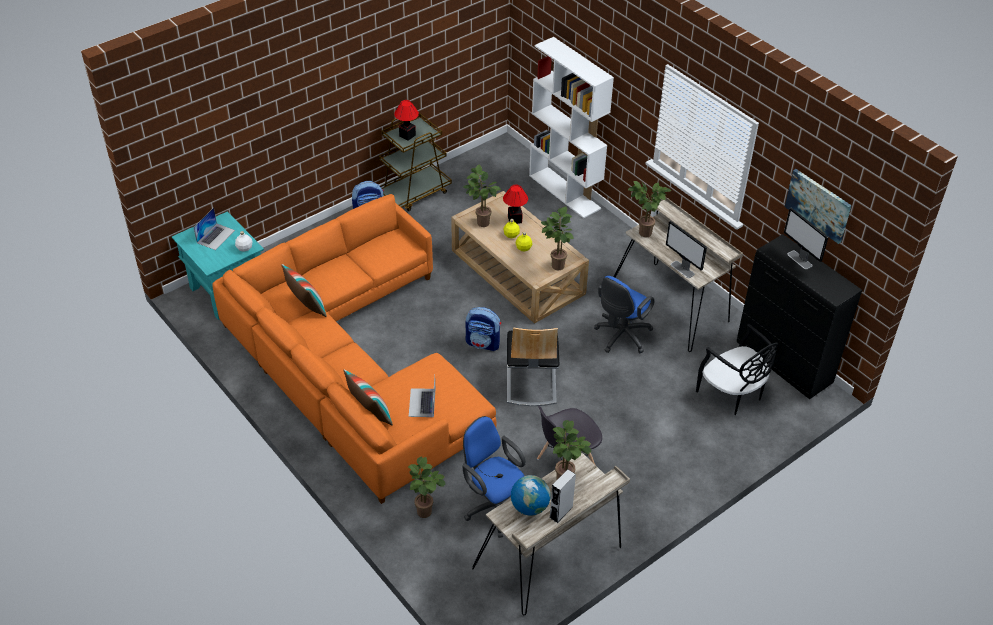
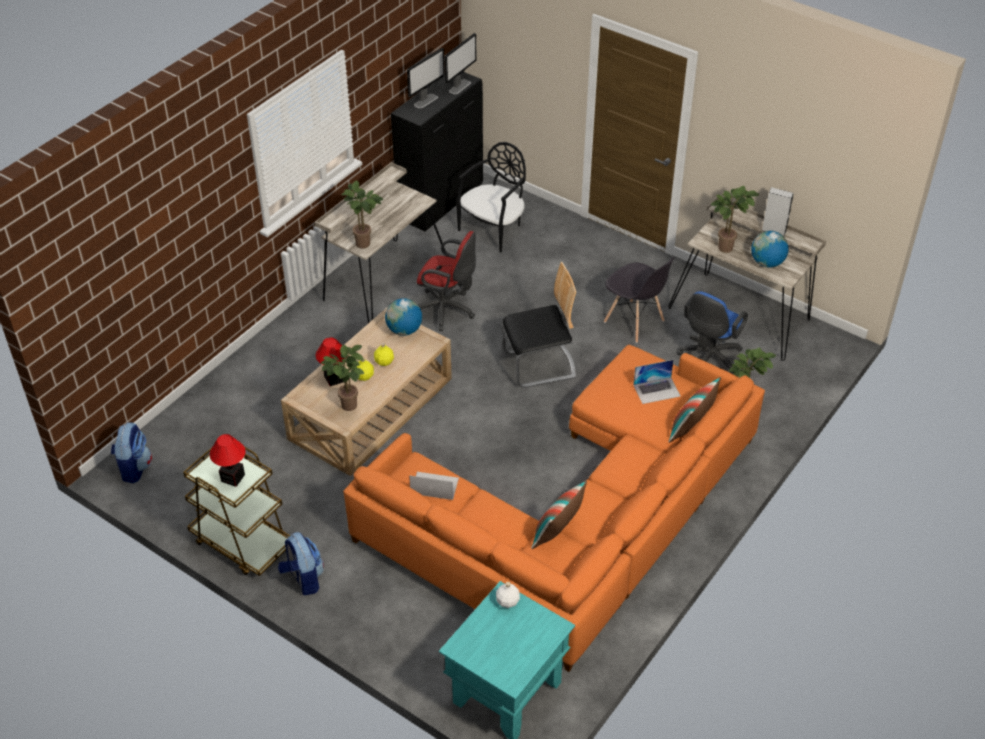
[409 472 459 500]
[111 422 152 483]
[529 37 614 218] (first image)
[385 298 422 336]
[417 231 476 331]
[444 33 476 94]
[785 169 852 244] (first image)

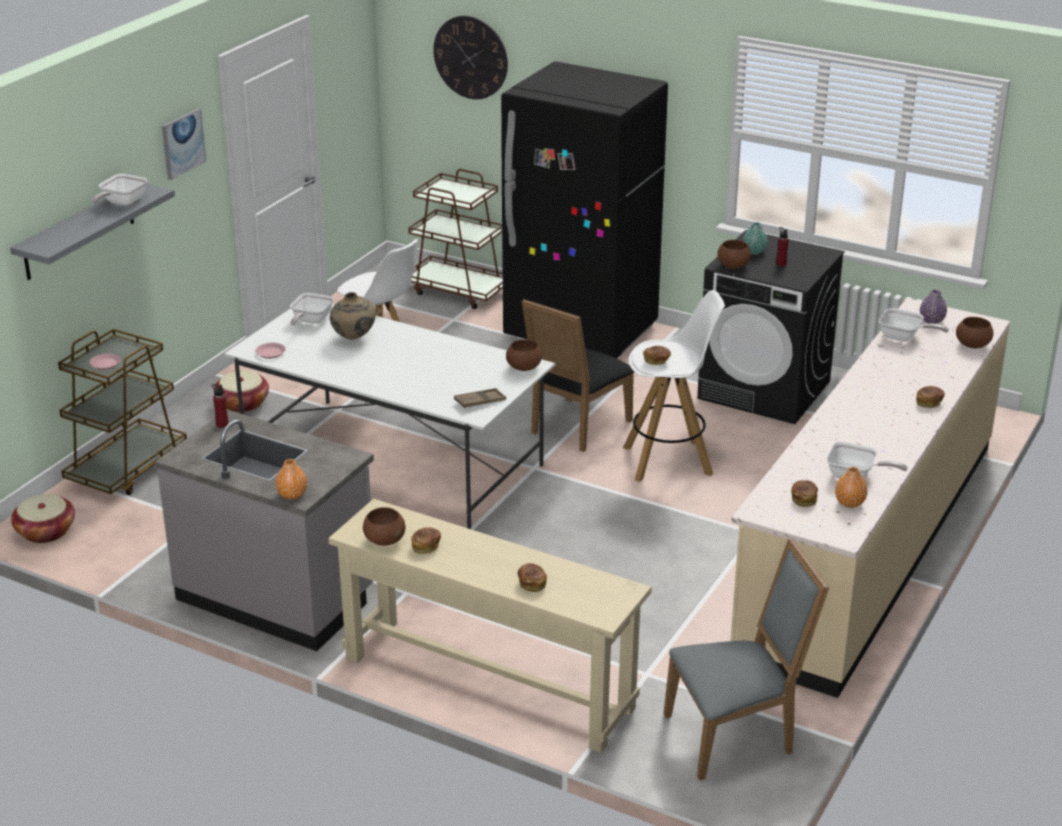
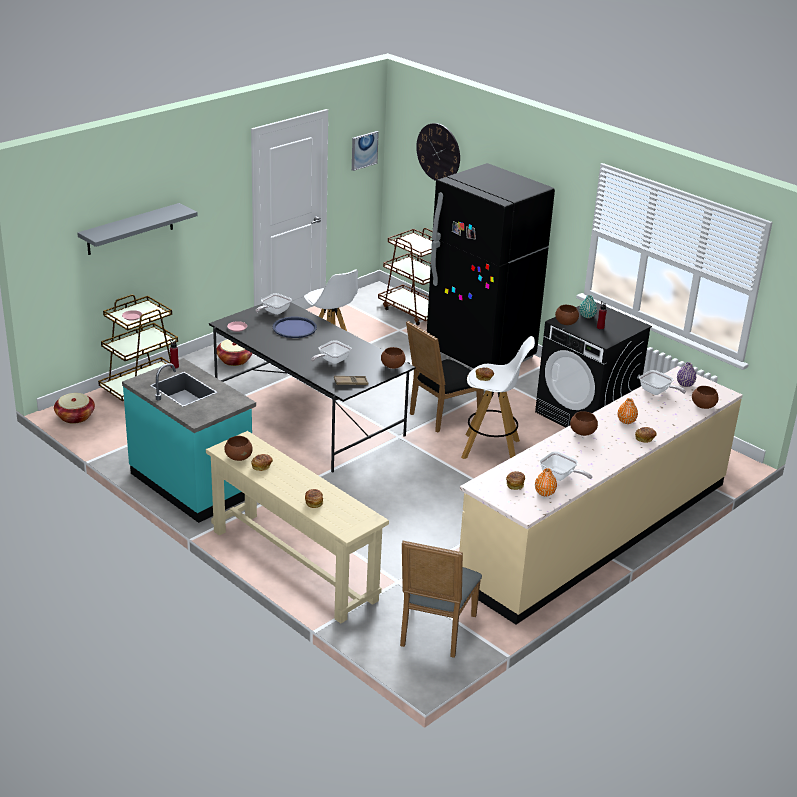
[311 340 351 364]
[122 358 256 523]
[352 131 379 171]
[209 302 416 472]
[618 398 638 424]
[273 317 317 338]
[400 540 482 658]
[570 411 598 436]

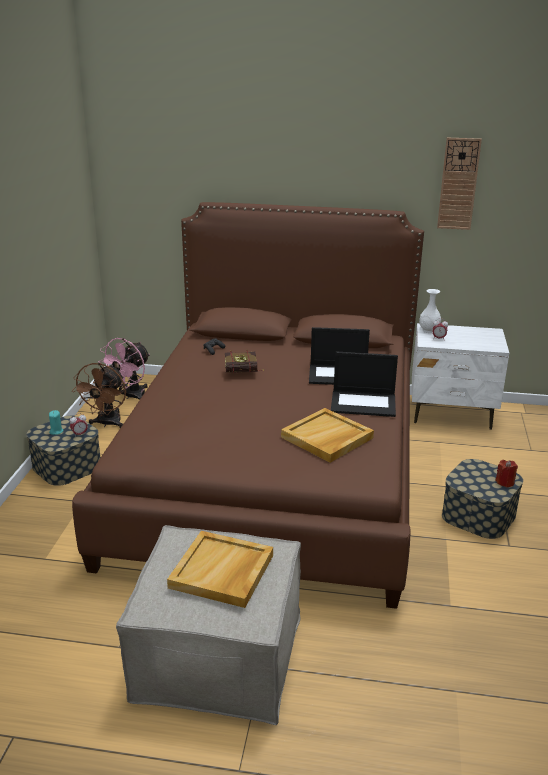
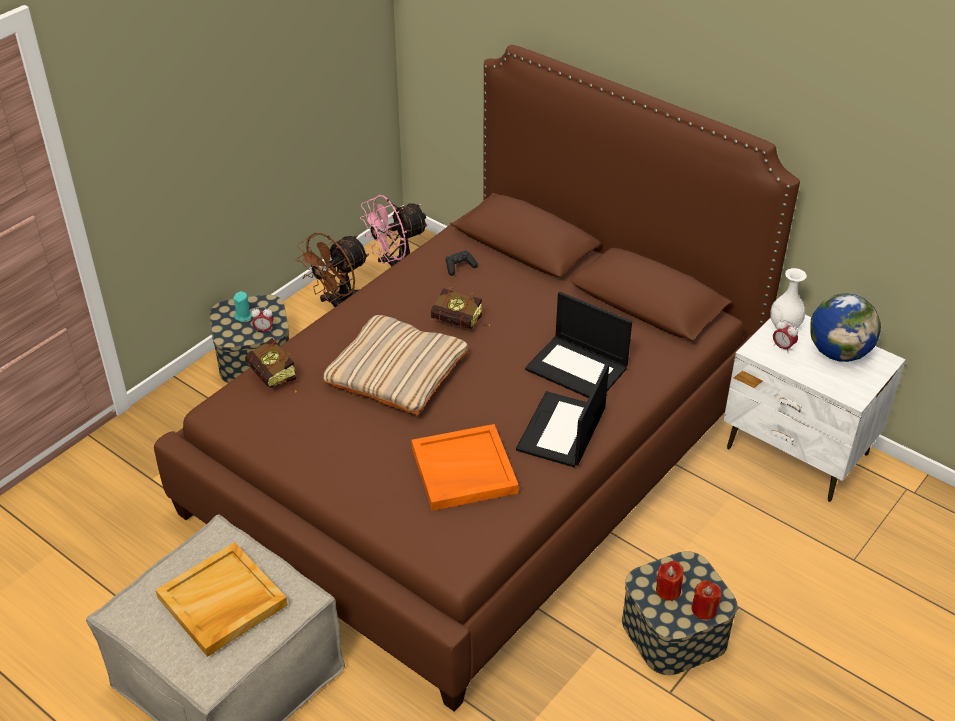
[411 424 519 511]
[516 363 609 467]
[437 138 482 230] (first image)
[245 338 297 393]
[323 315 468 416]
[656 561 683 601]
[810 293 881 362]

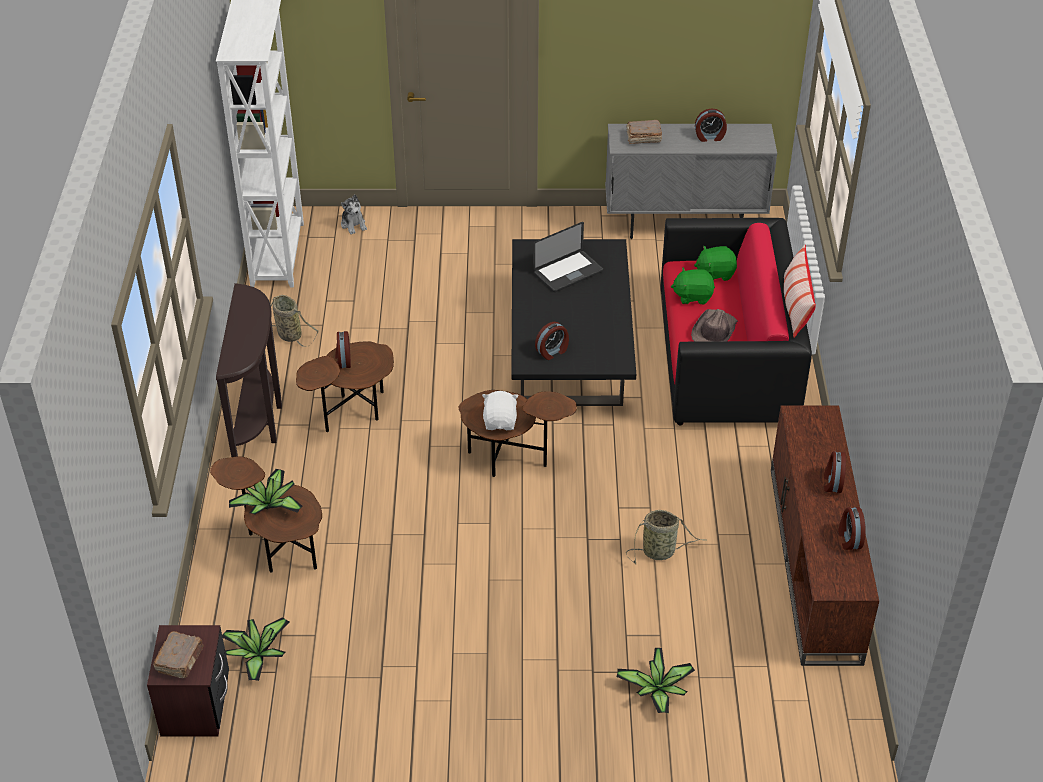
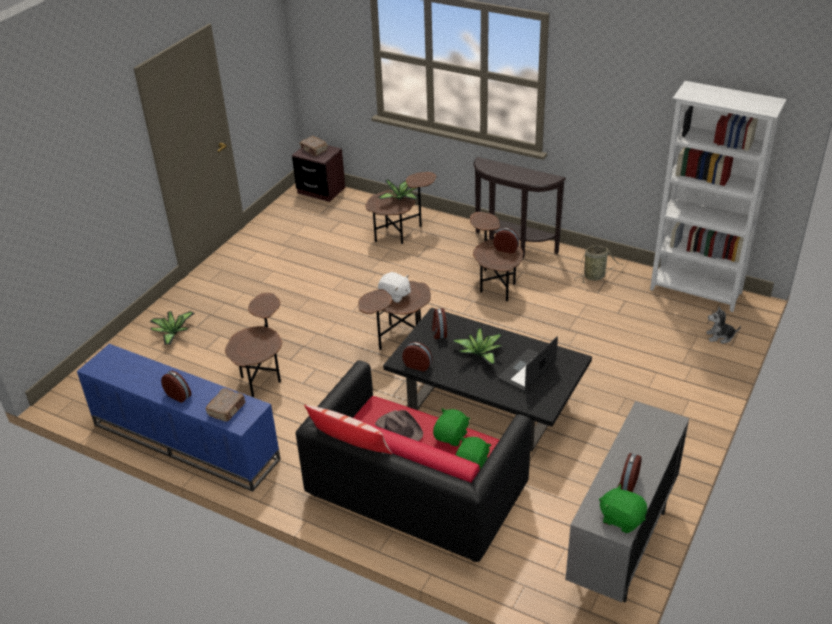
[451 328 503 365]
[498 337 558 392]
[225 293 282 397]
[205 388 246 422]
[77 344 281 492]
[402 342 433 372]
[599 484 647 533]

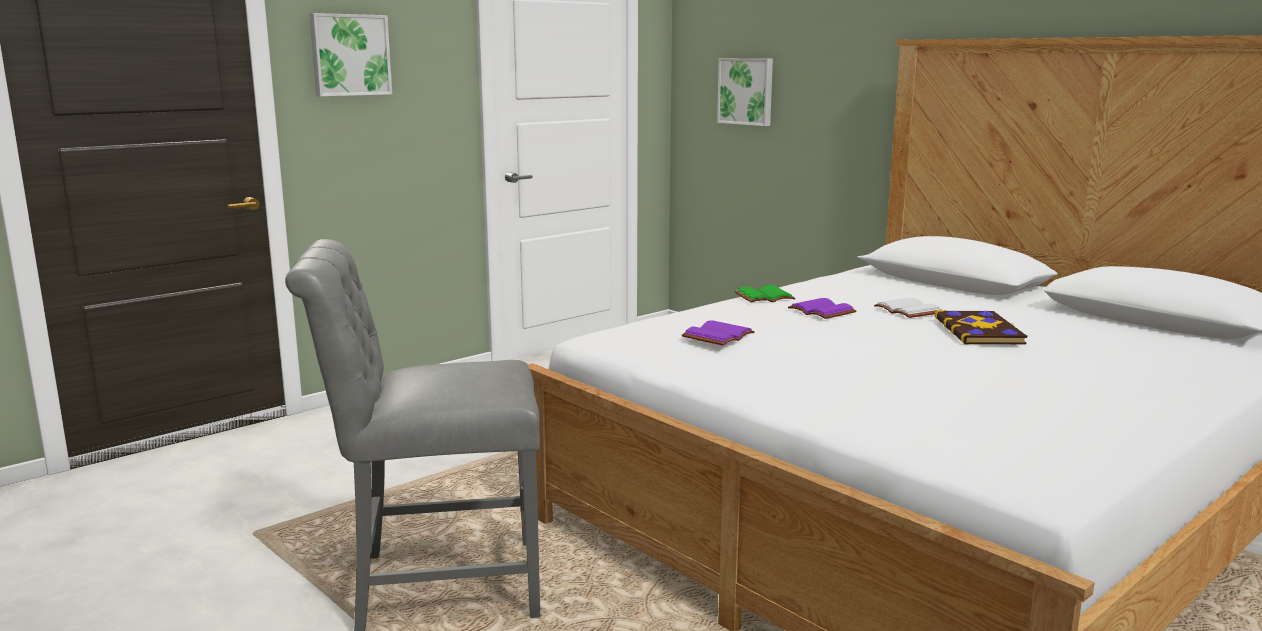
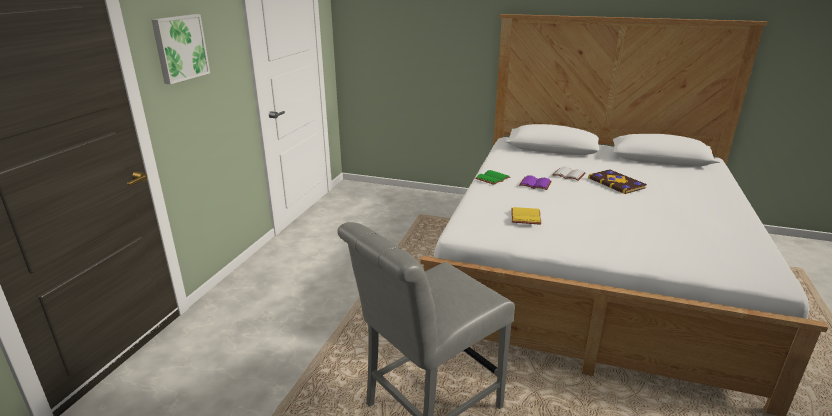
[511 207 541 225]
[717 58 773 126] (first image)

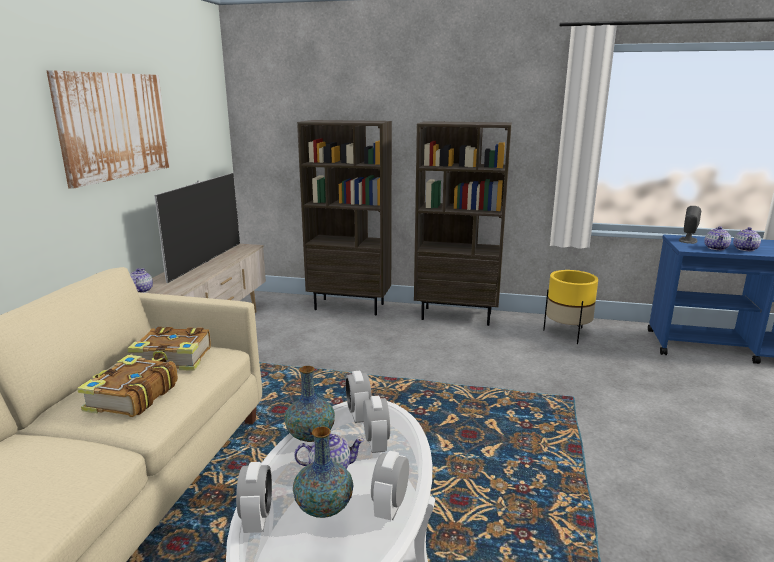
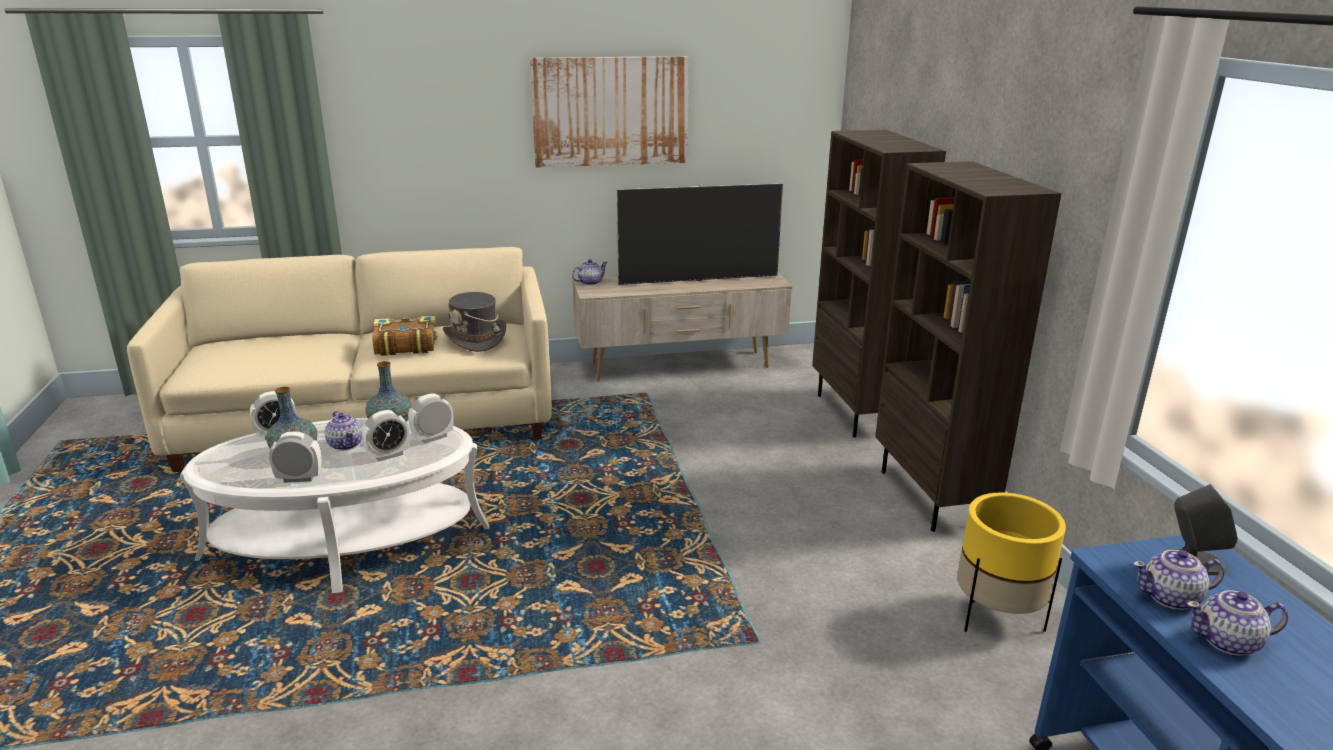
[443 292 506 352]

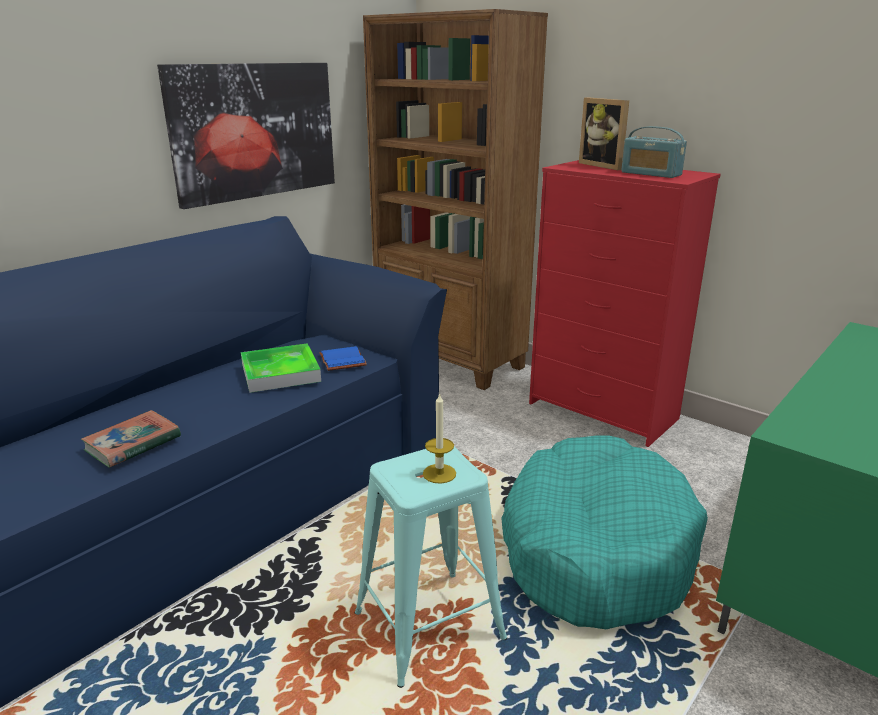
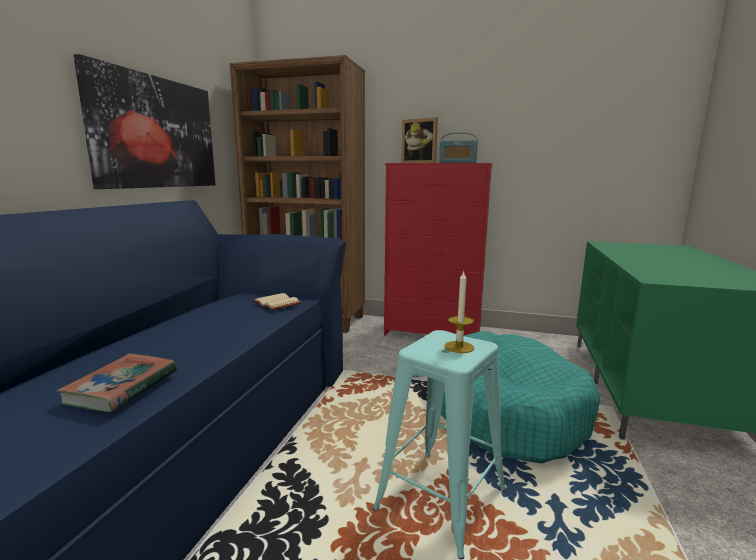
[241 343 321 393] (first image)
[253 293 301 310]

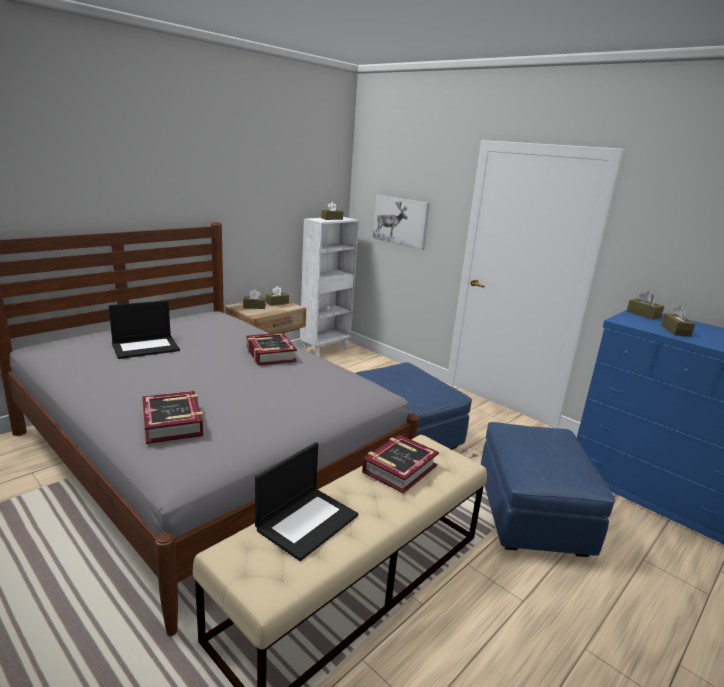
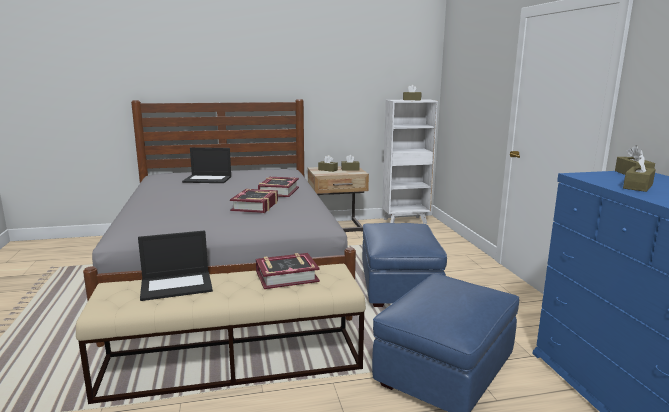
[230 189 278 213]
[373 195 430 250] (first image)

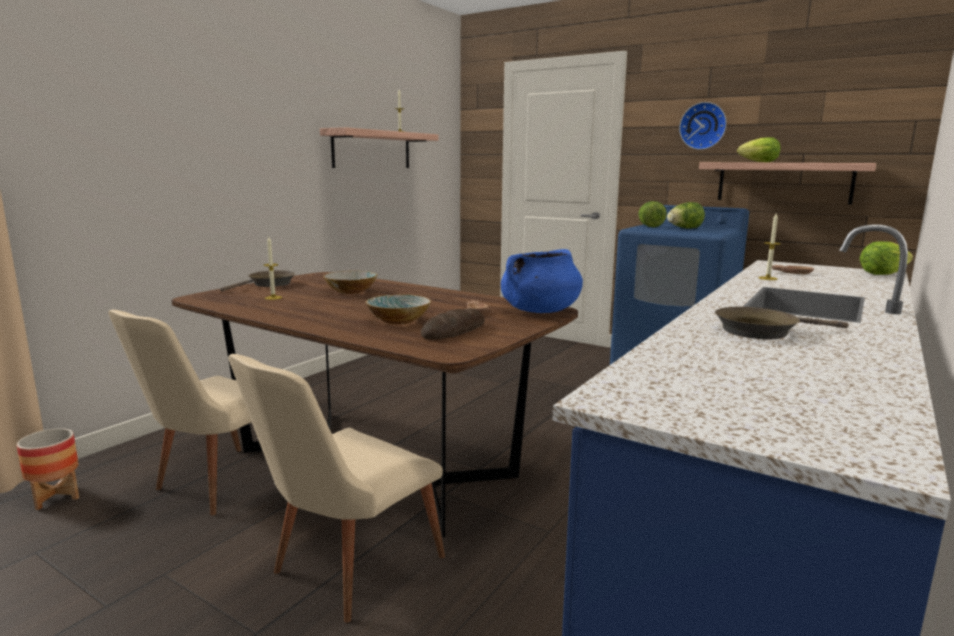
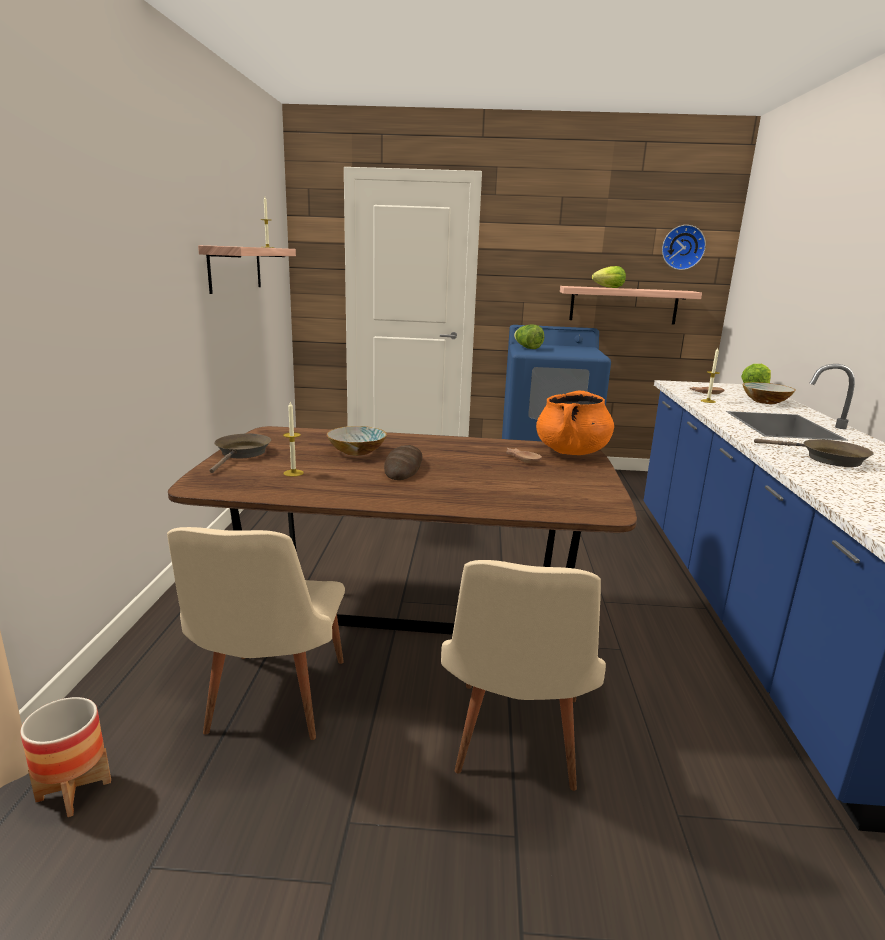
[743 382 796 404]
[384 445 423 480]
[536 391 614 455]
[667 202 705 229] (first image)
[662 225 706 270]
[754 439 873 467]

